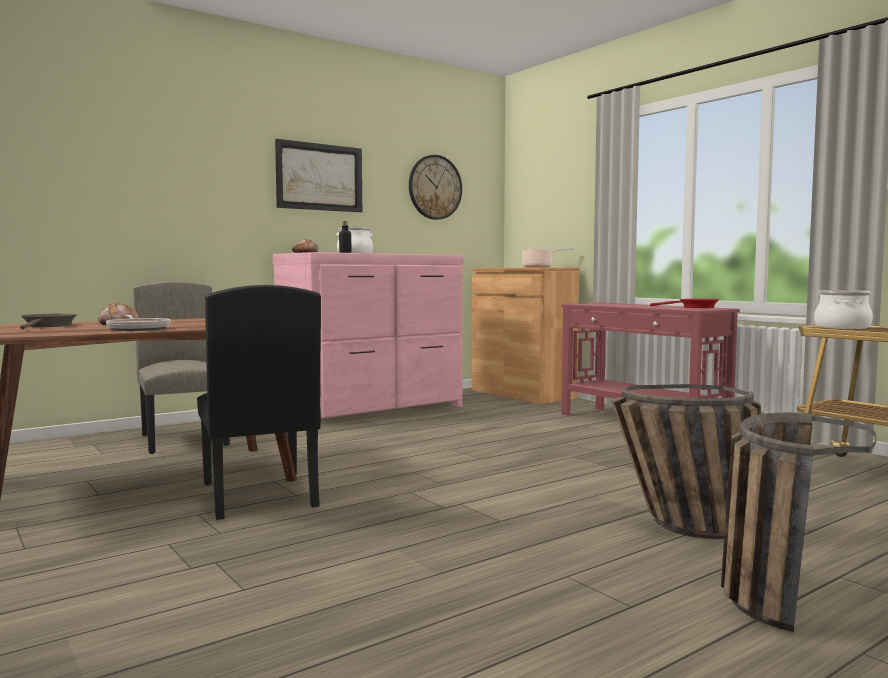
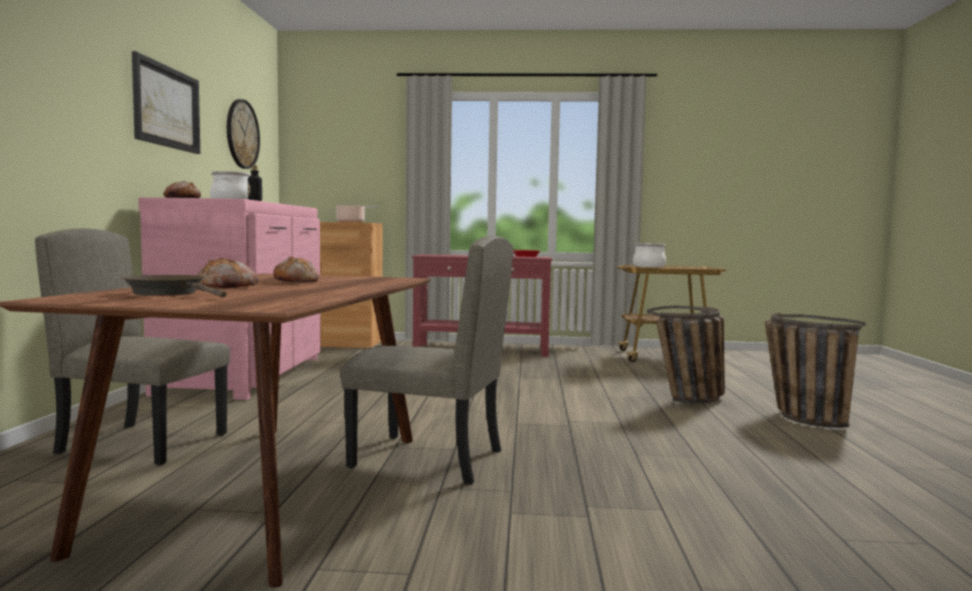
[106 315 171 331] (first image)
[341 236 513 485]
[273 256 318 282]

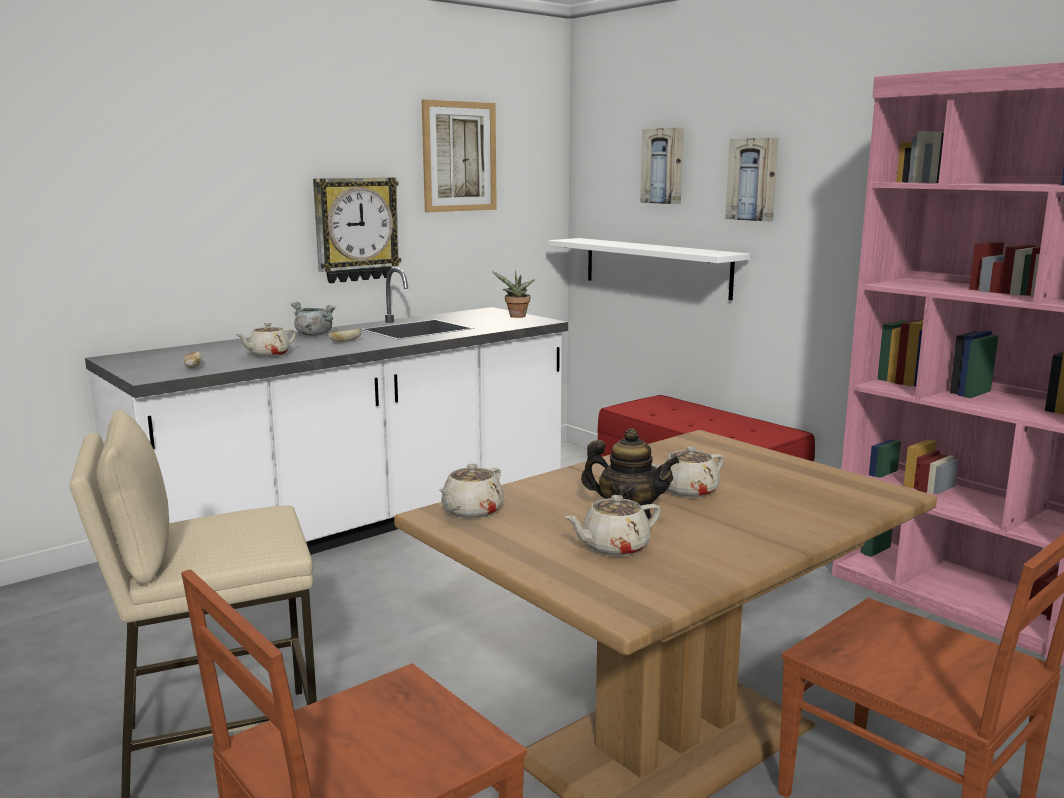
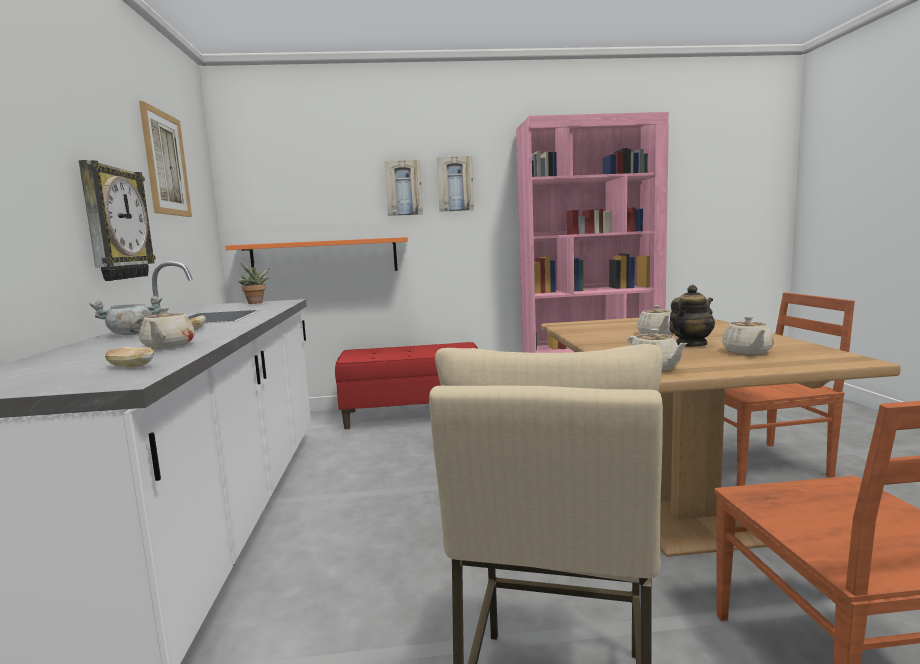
[225 237 408 273]
[437 156 474 212]

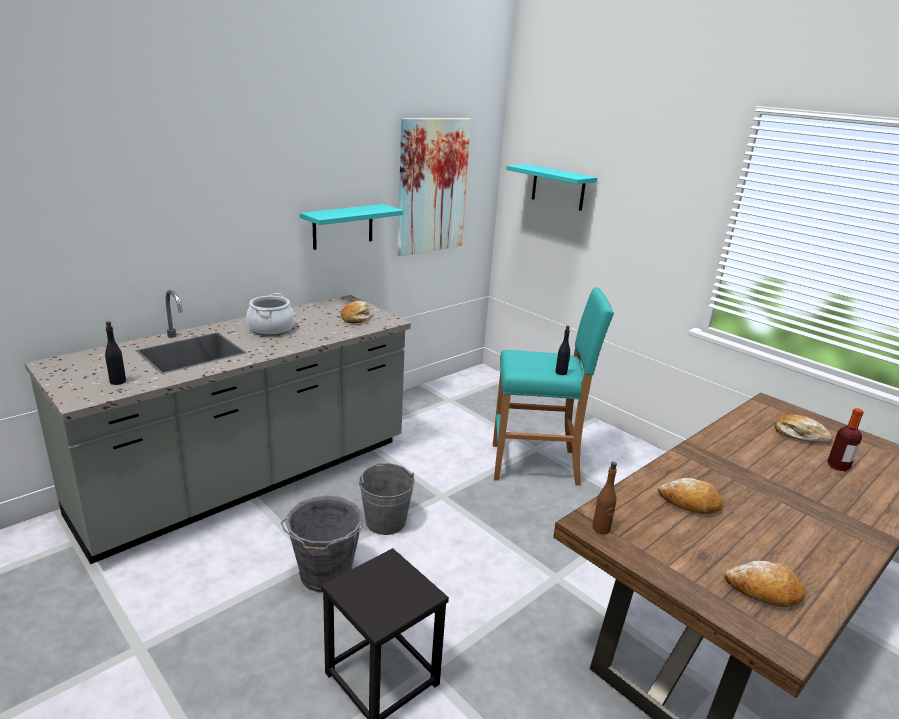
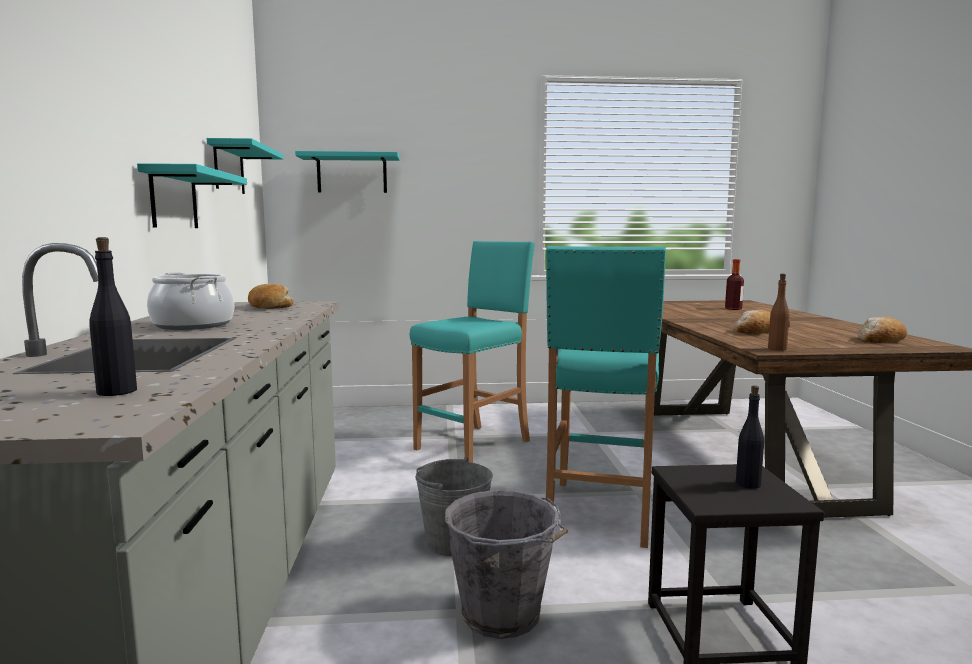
[207 138 283 194]
[736 385 764 489]
[775 414 832 443] (first image)
[546 246 666 548]

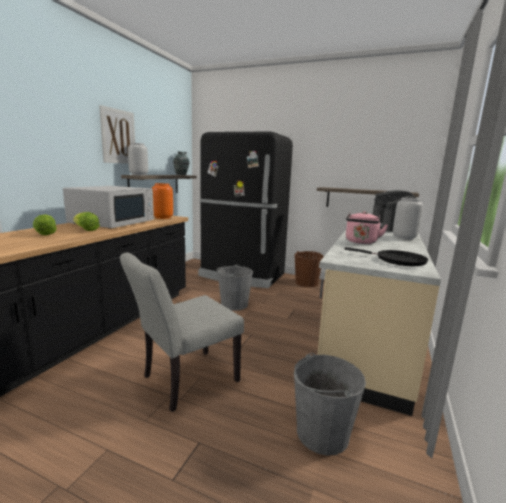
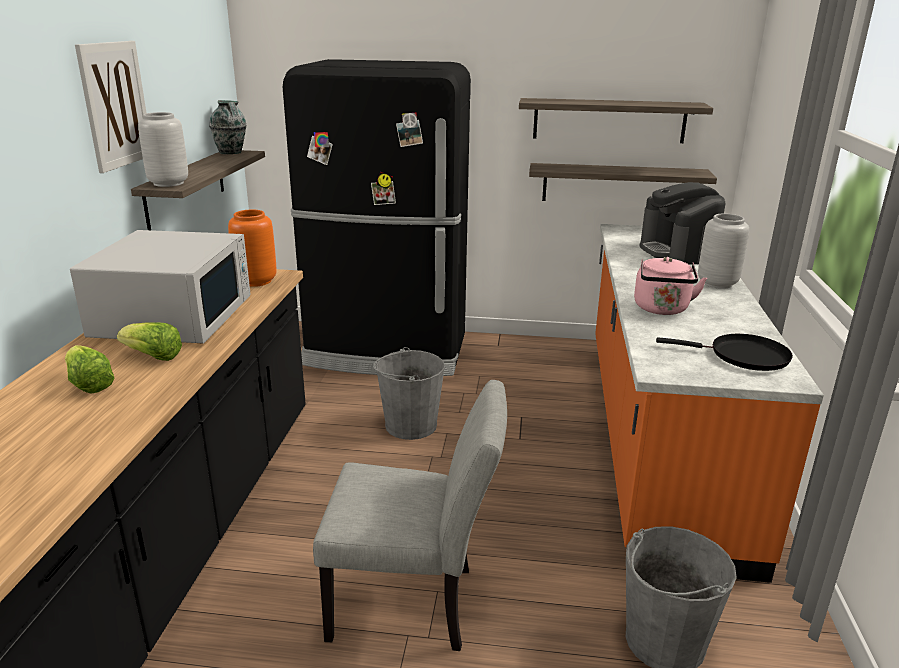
[313 380 507 651]
[294 251 324 287] (first image)
[595 224 824 583]
[519 98 713 143]

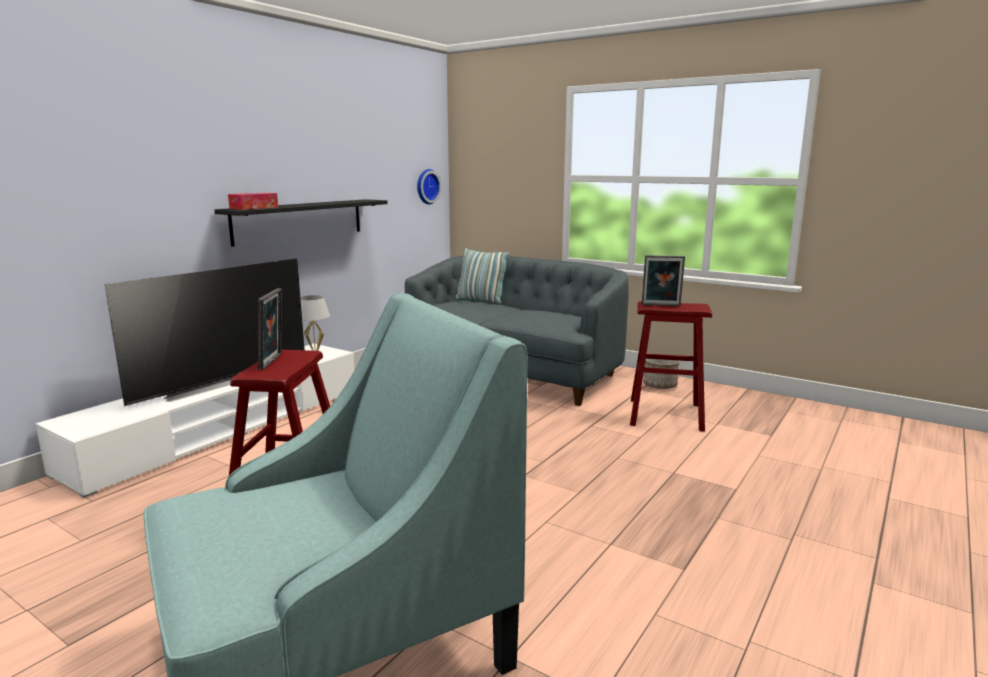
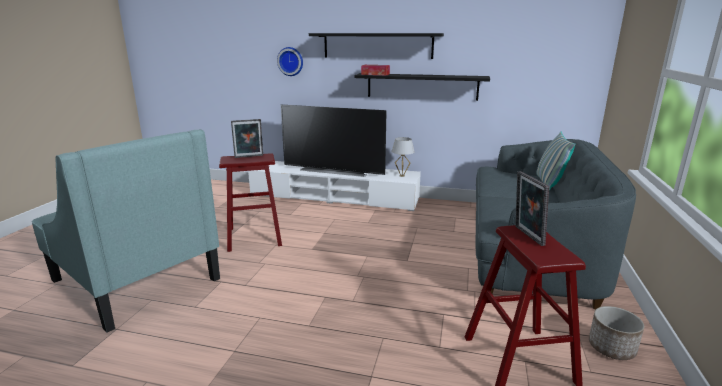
[277 47 303 76]
[309 33 444 59]

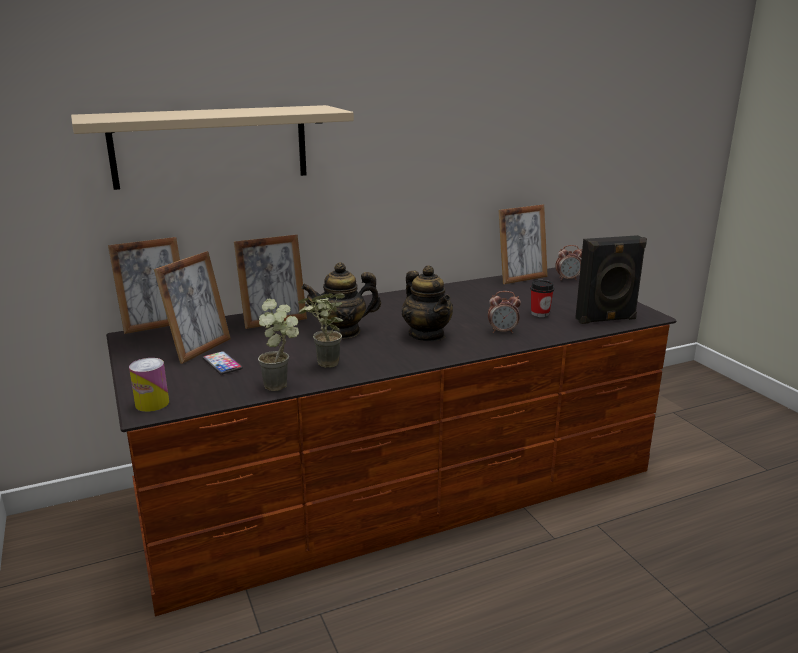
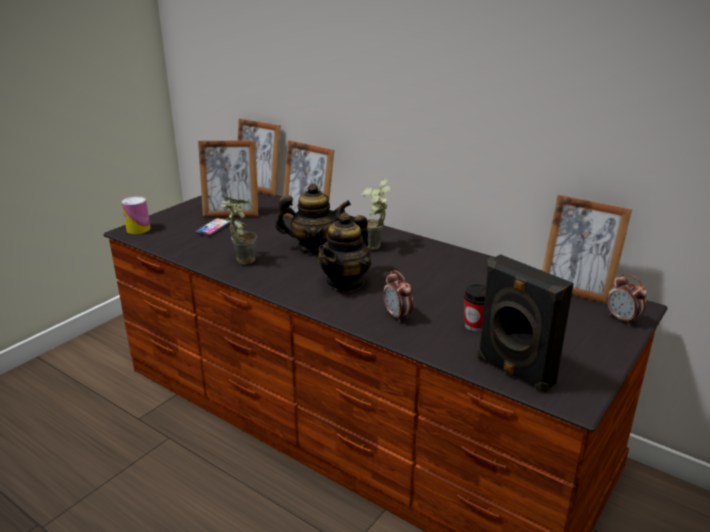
[71 105 354 190] (first image)
[361 178 391 250]
[275 183 351 254]

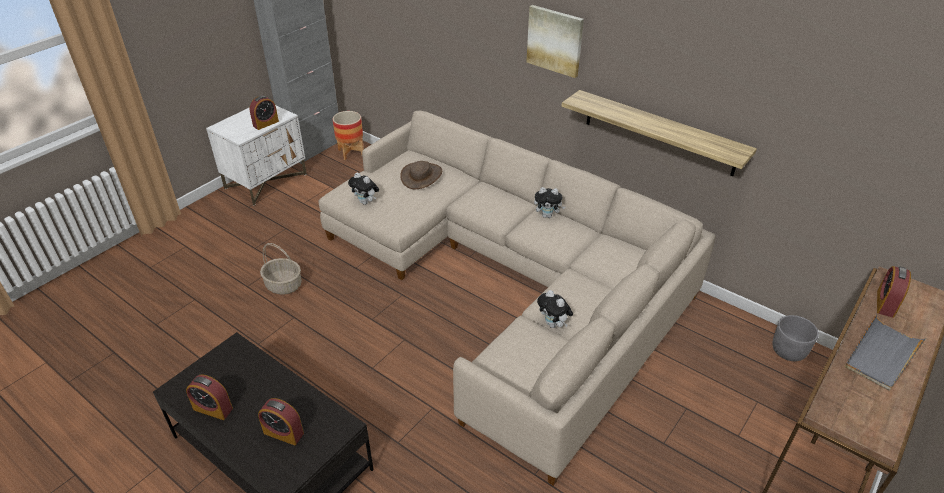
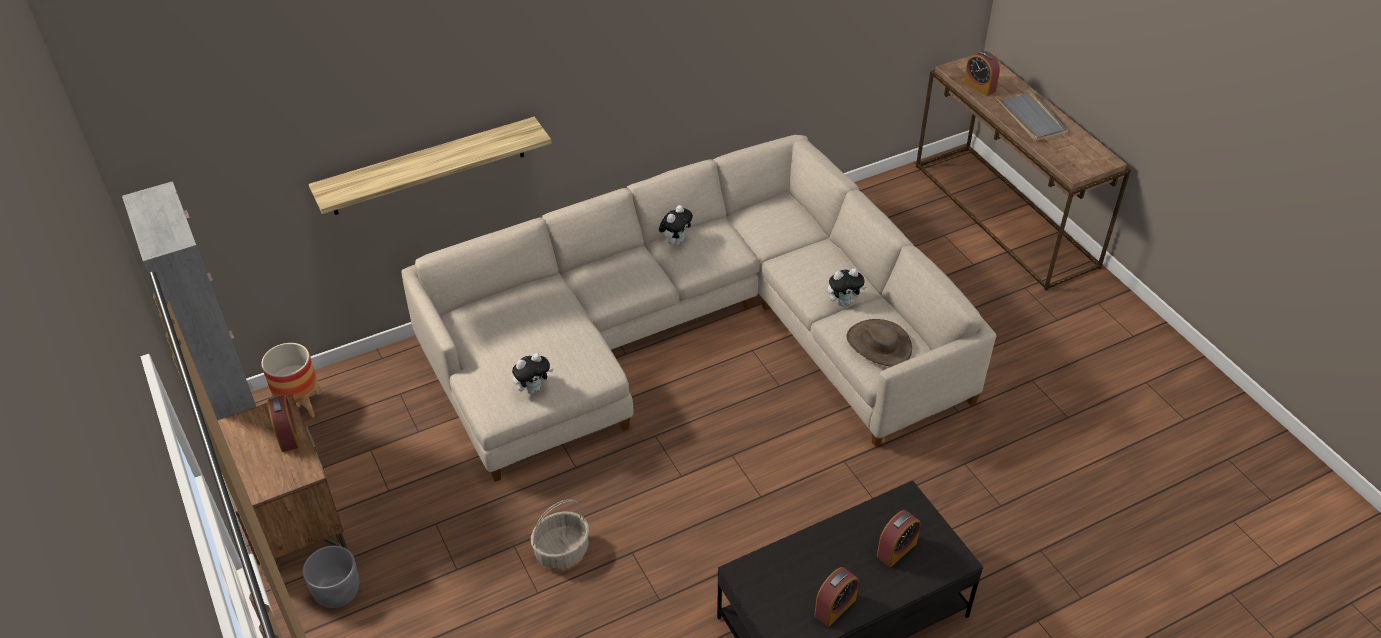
[218 394 347 582]
[846 319 912 366]
[526 5 584 78] (first image)
[309 117 552 215]
[303 546 359 608]

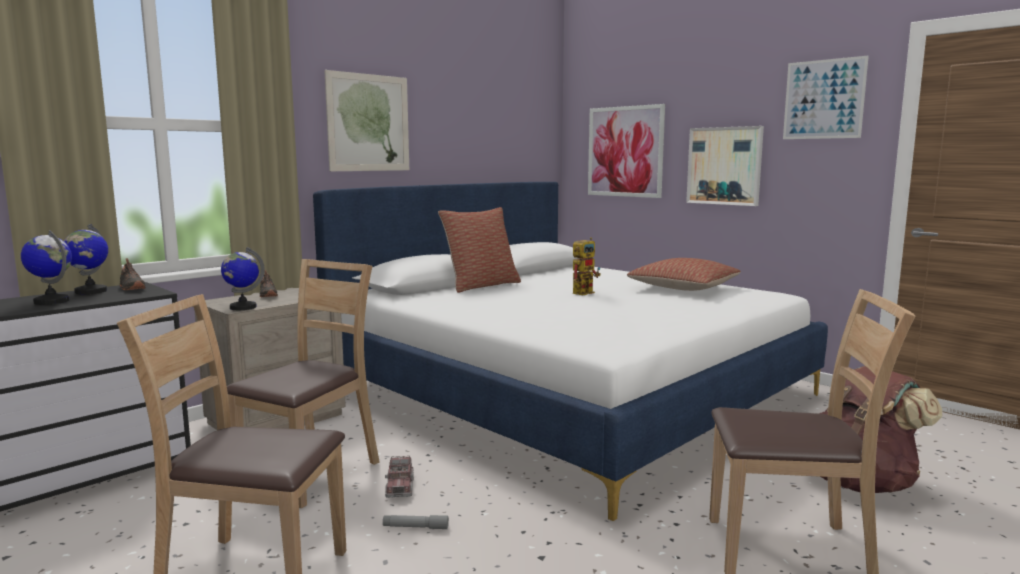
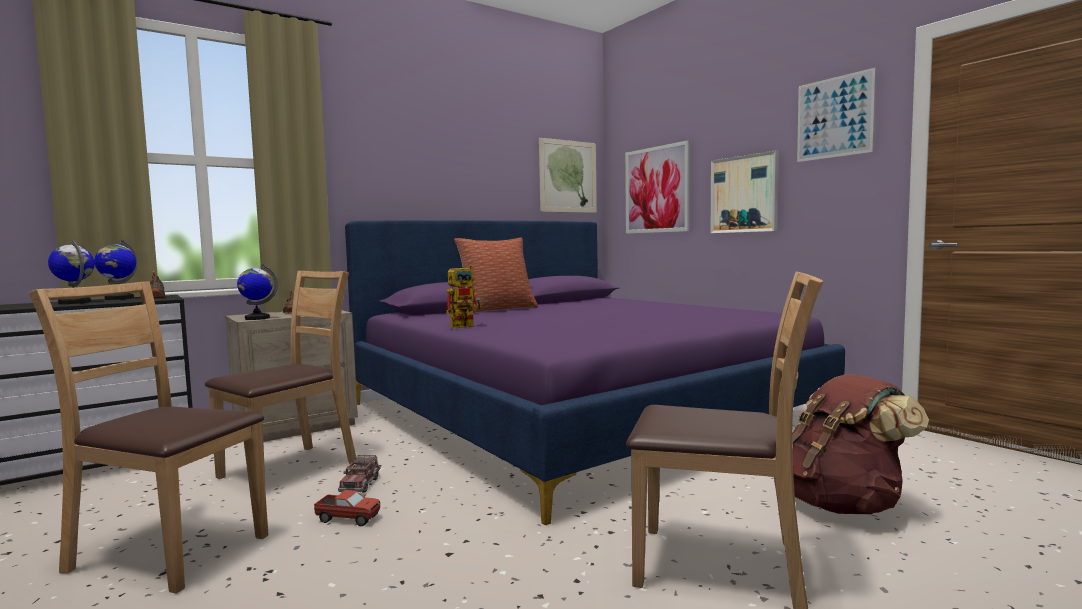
[345 220 845 525]
[539 138 597 213]
[314 490 380 526]
[446 265 482 328]
[627 258 741 291] (first image)

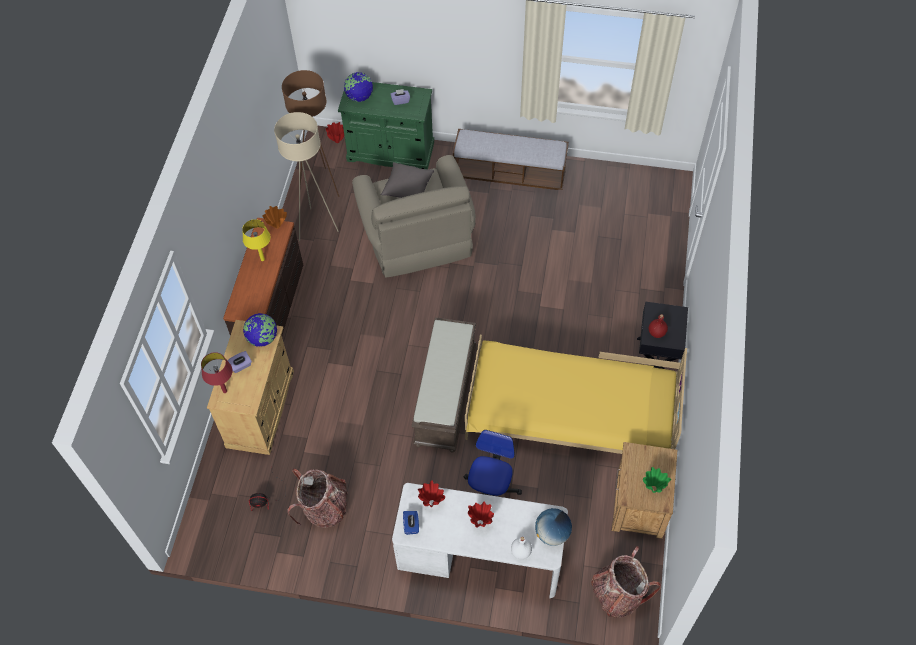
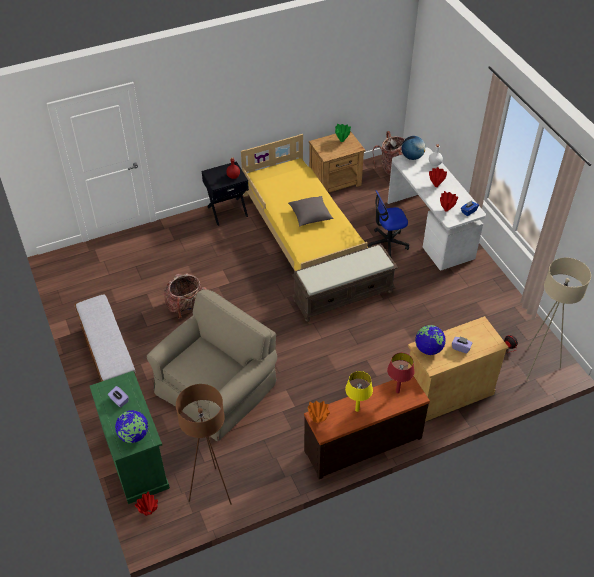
[387 353 414 393]
[526 258 591 380]
[164 273 207 319]
[288 196 334 226]

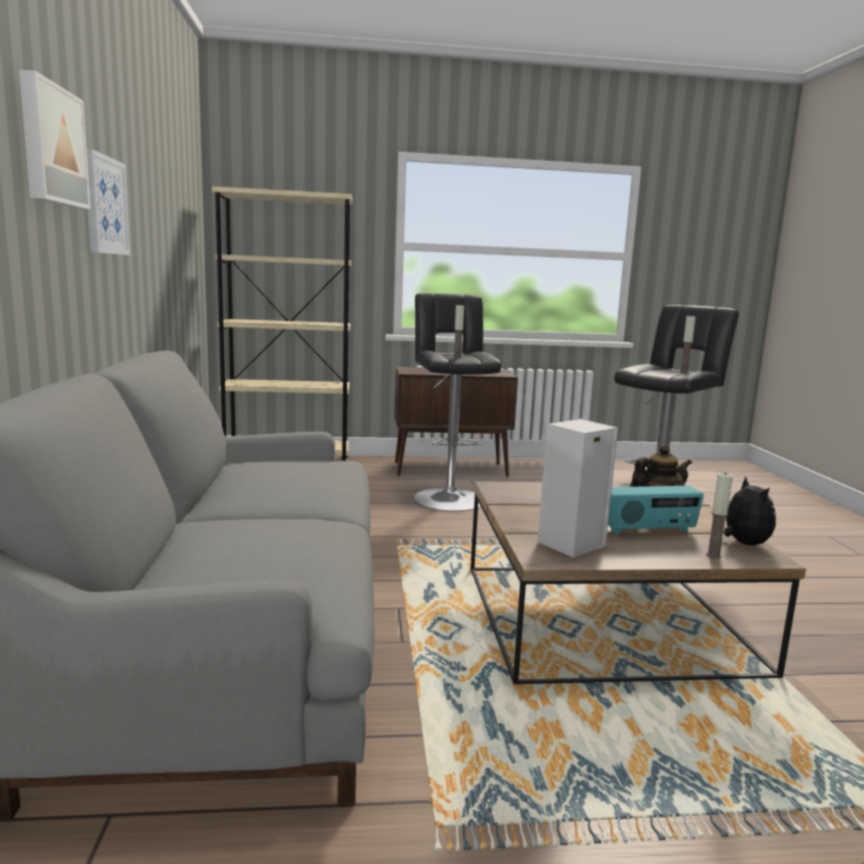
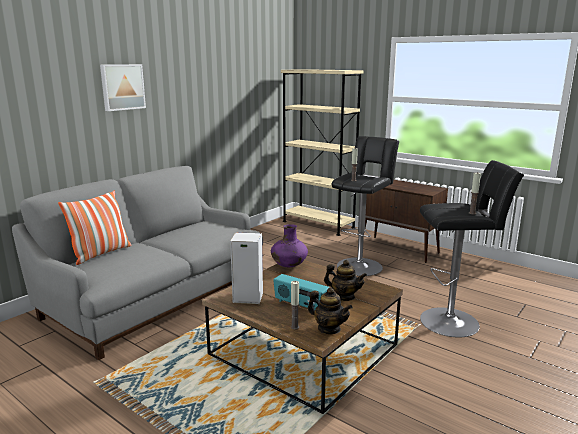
[87 149 130 255] (first image)
[308 288 353 334]
[58 191 131 265]
[271 224 308 267]

